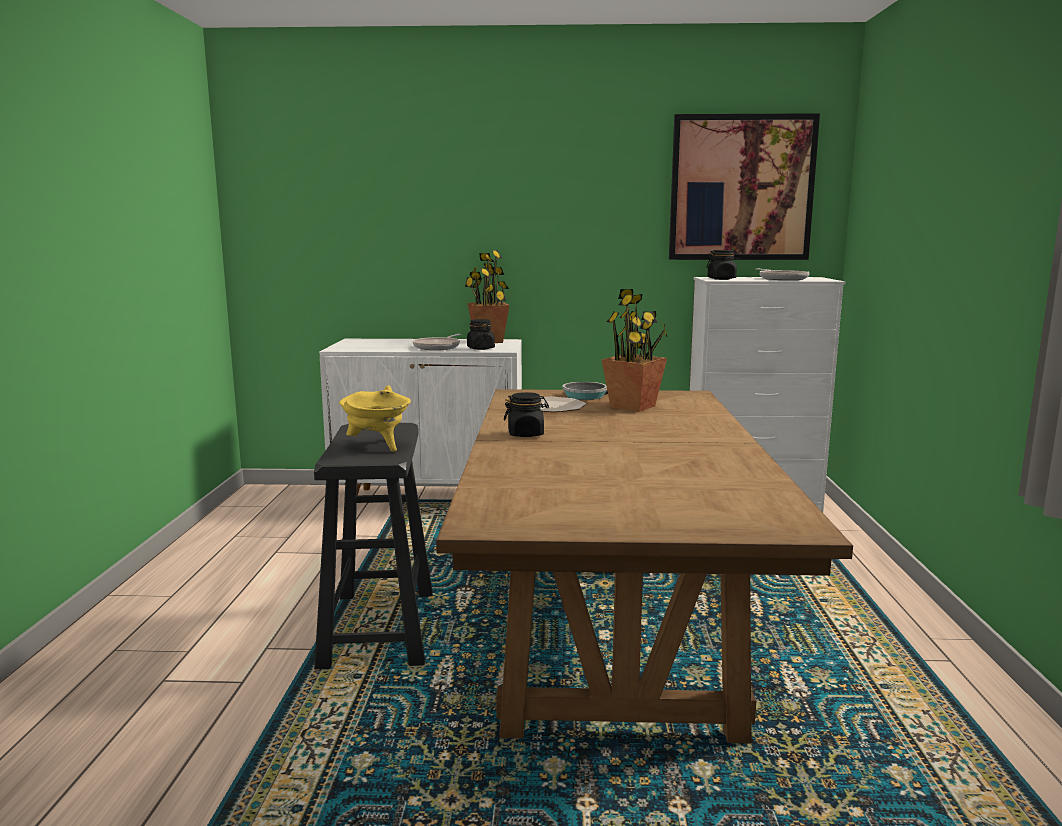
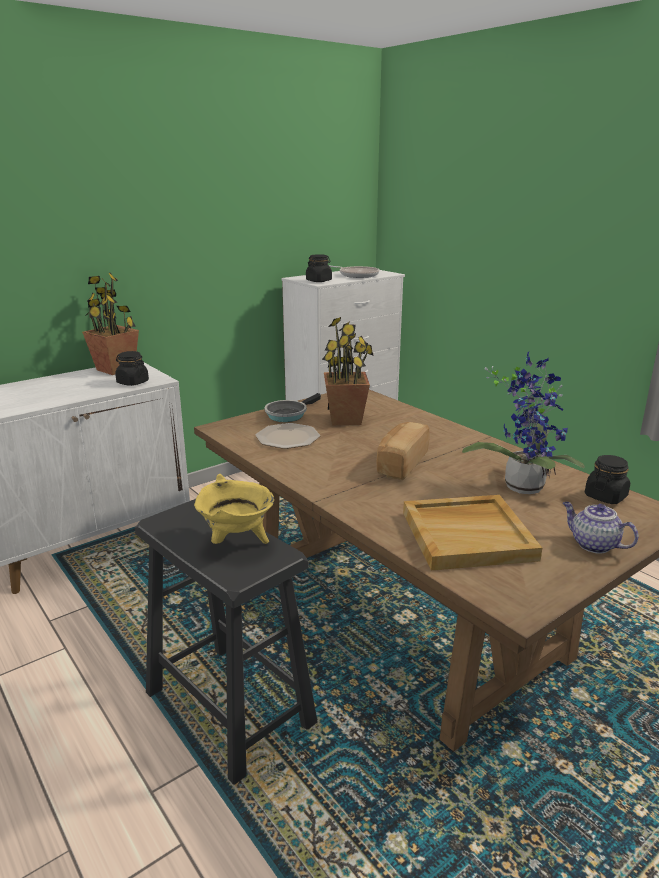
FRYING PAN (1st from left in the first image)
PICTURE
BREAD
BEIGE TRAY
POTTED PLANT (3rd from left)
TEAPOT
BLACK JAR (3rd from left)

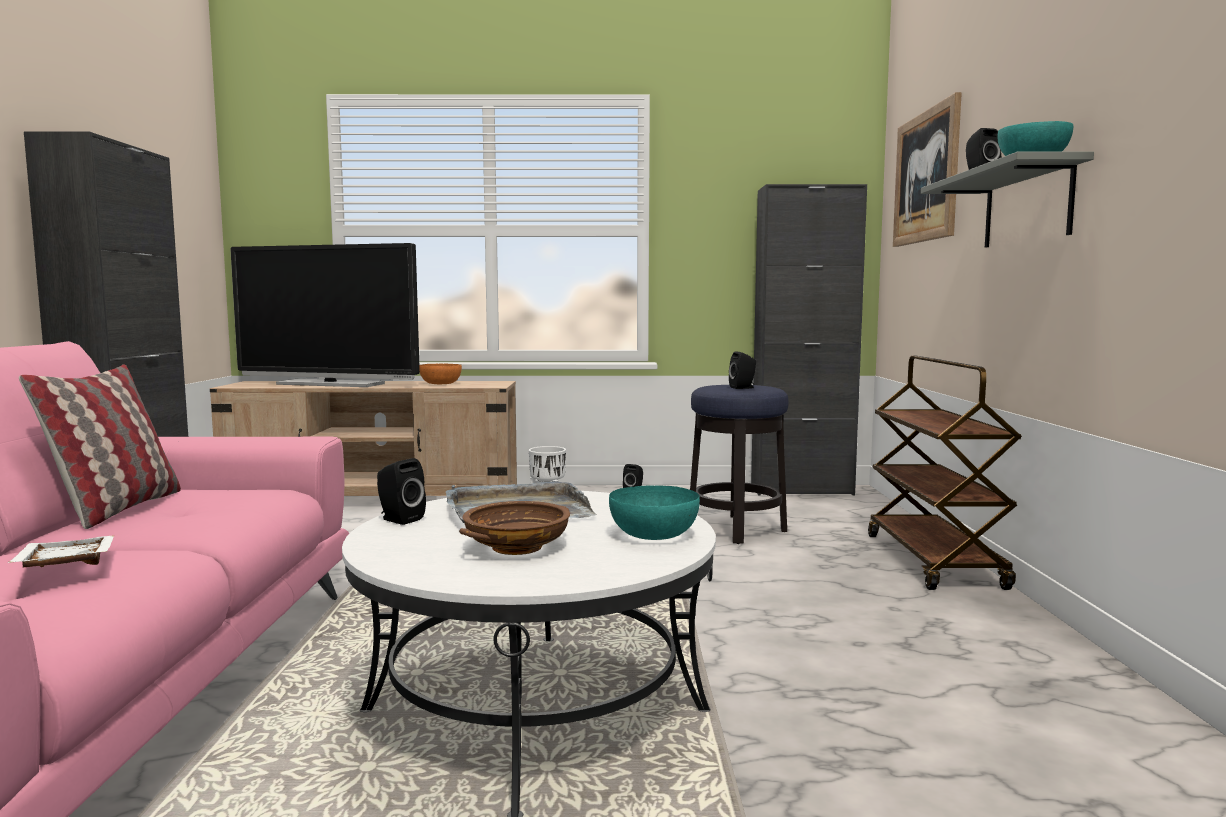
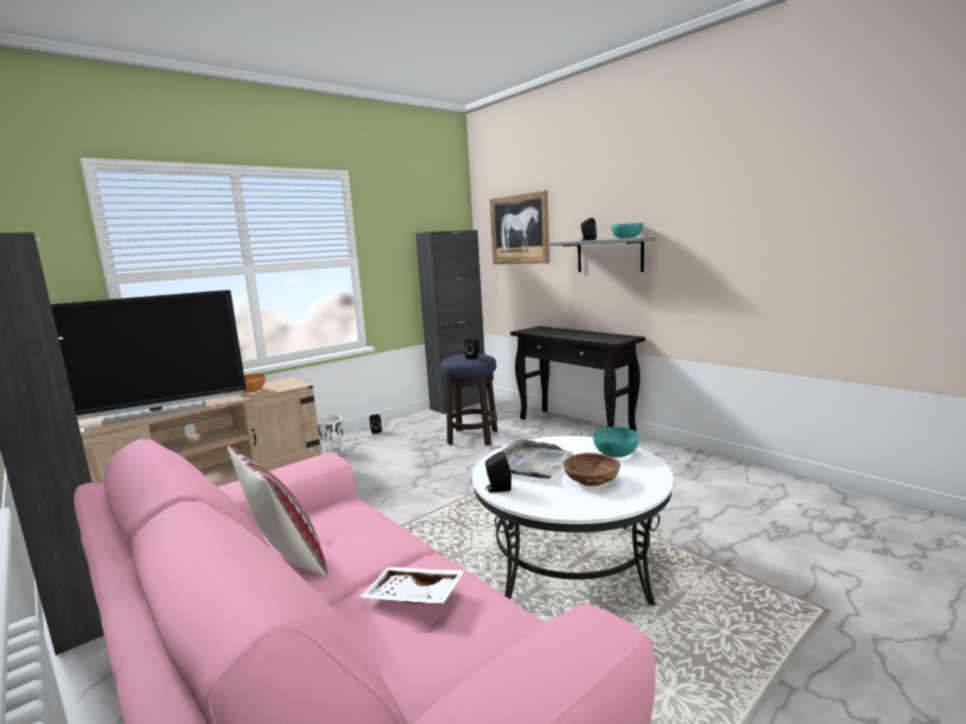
BLACK CONSOLE TABLE

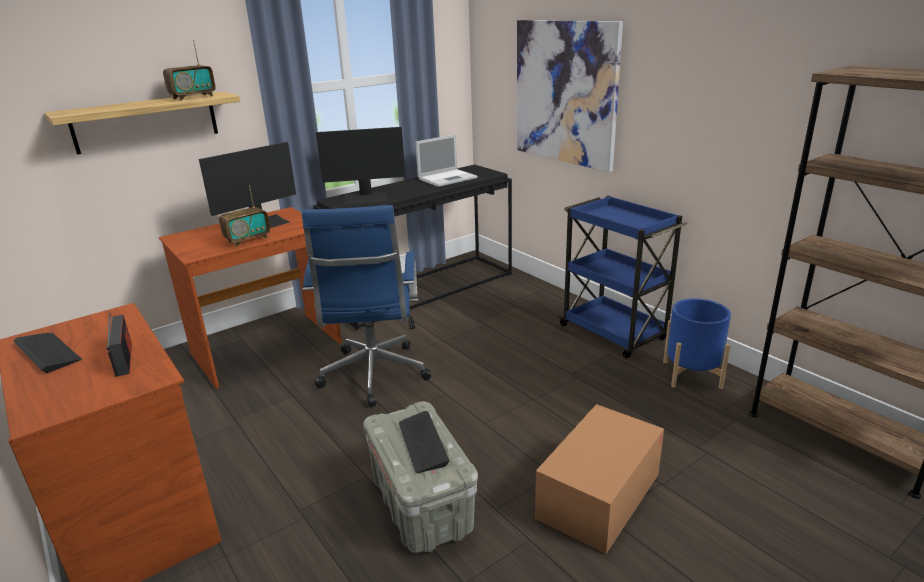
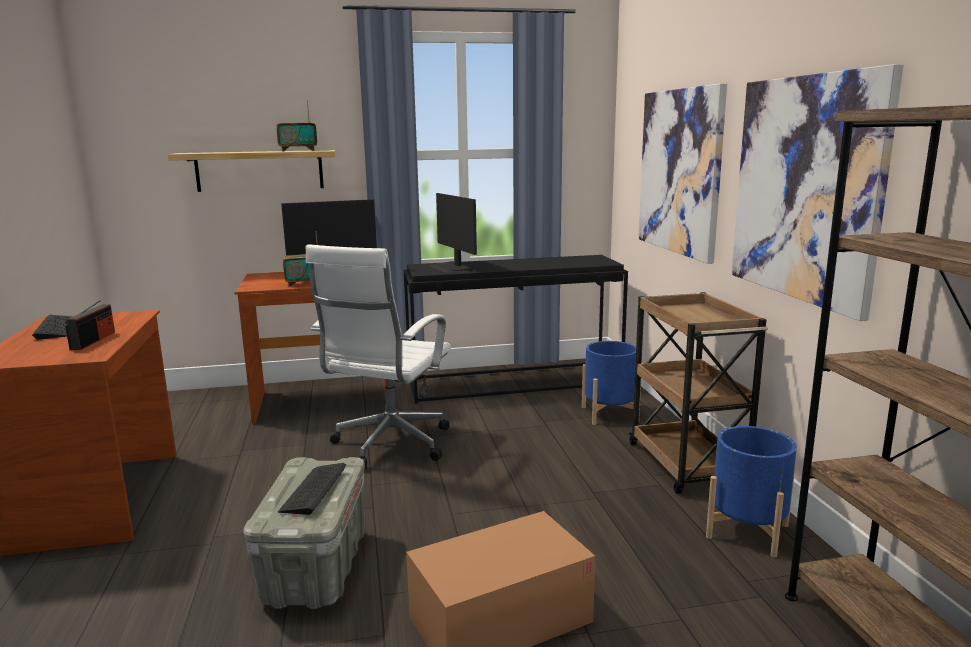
LAPTOP
BLUE PLANTER (1st from left)
PICTURE (2nd from left)
WHITE OFFICE CHAIR
BROWN CART
MONITOR (2nd from left)

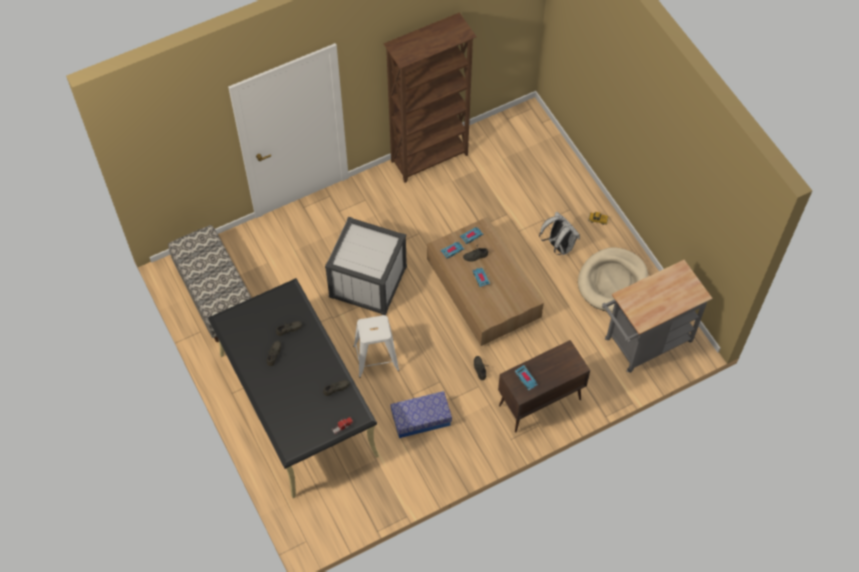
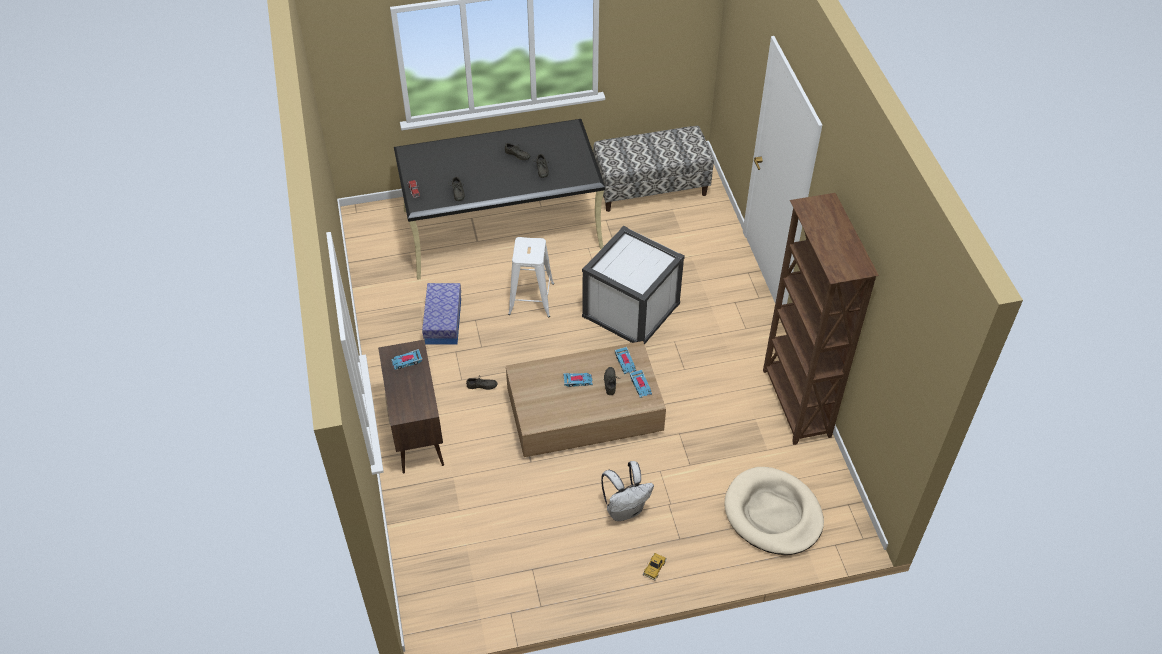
GREY CART
BEIGE DOG BED

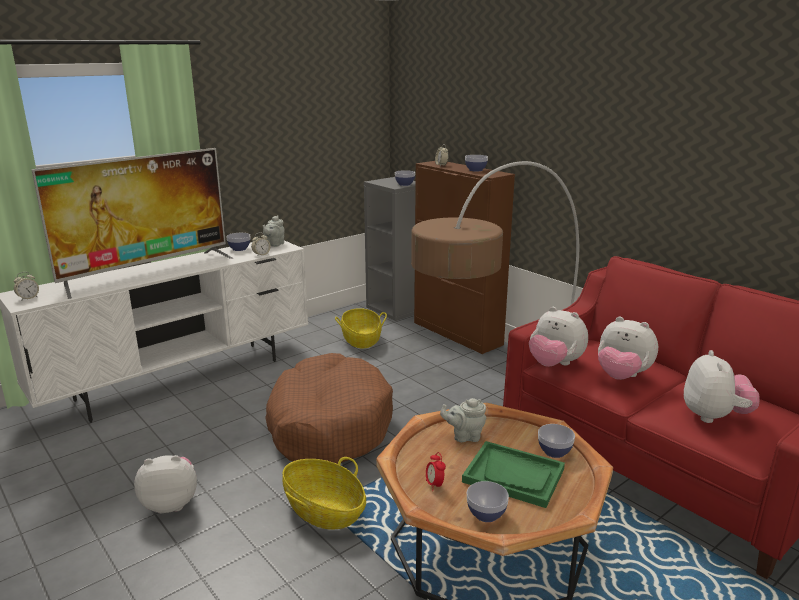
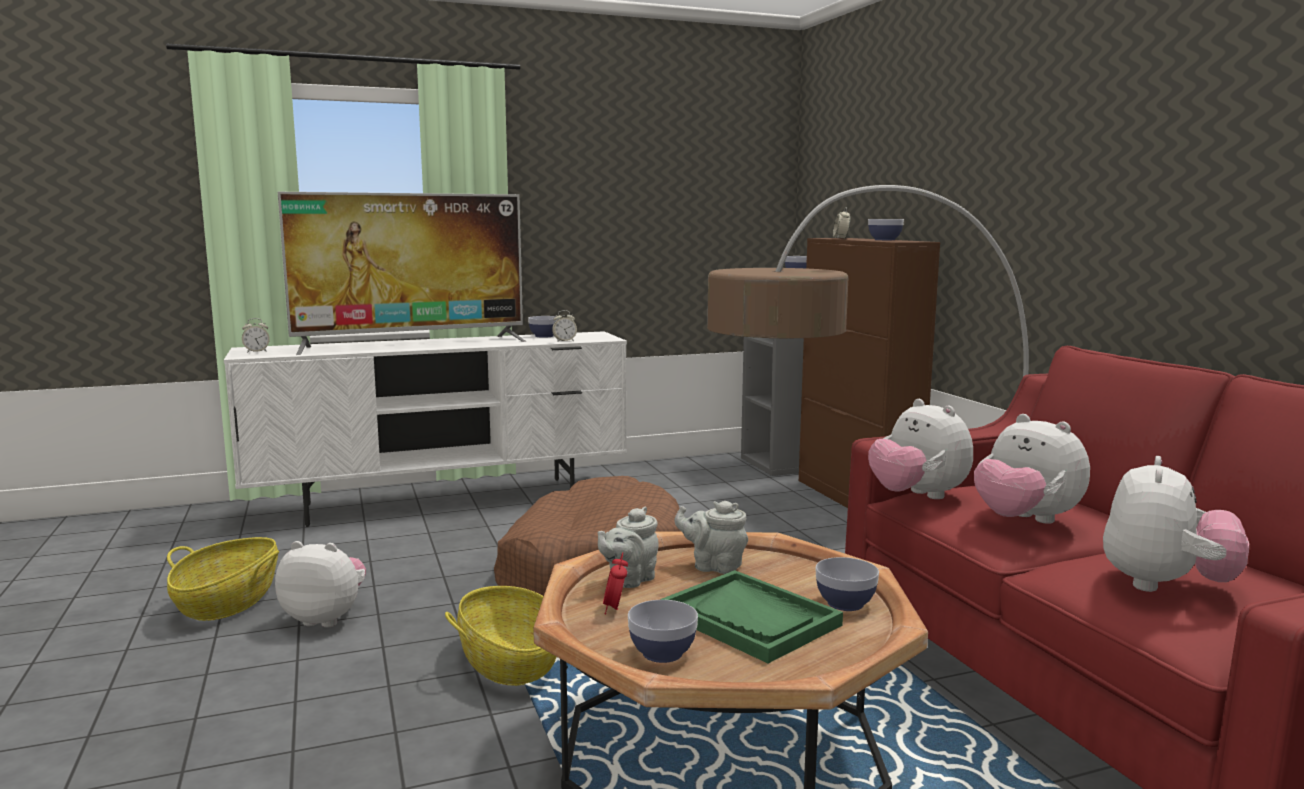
GREY TEAPOT (1st from left)
BASKET (1st from left)

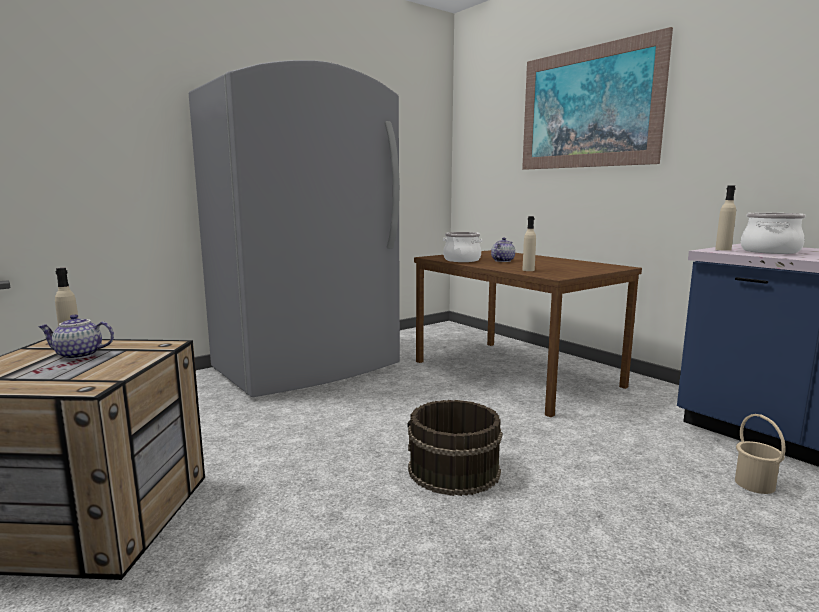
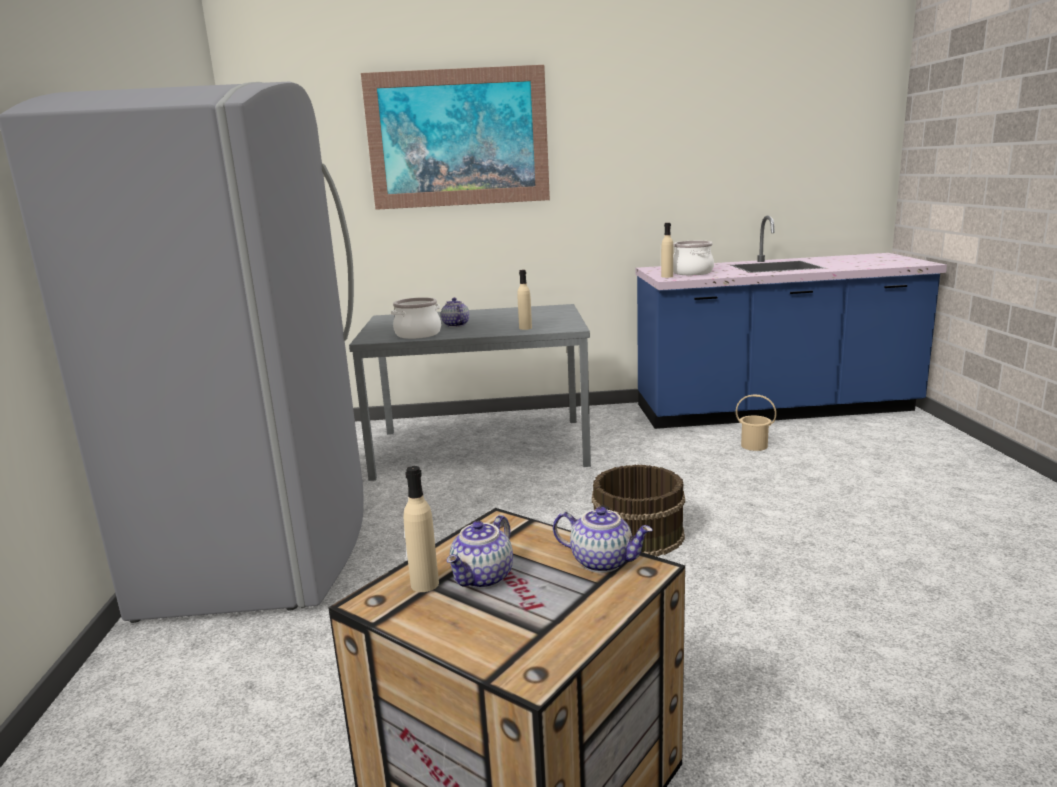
TEAPOT (3rd from left)
GREY DINING TABLE

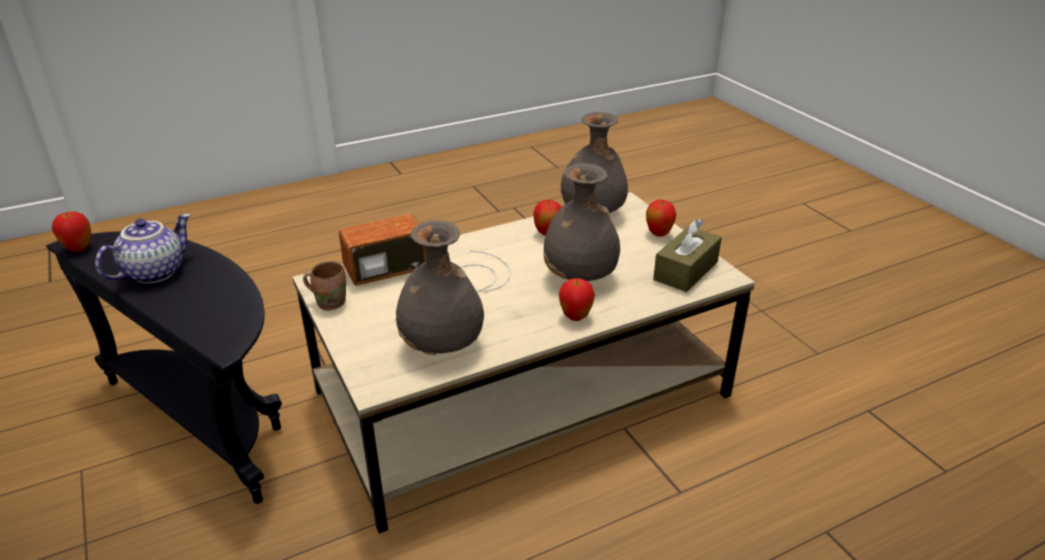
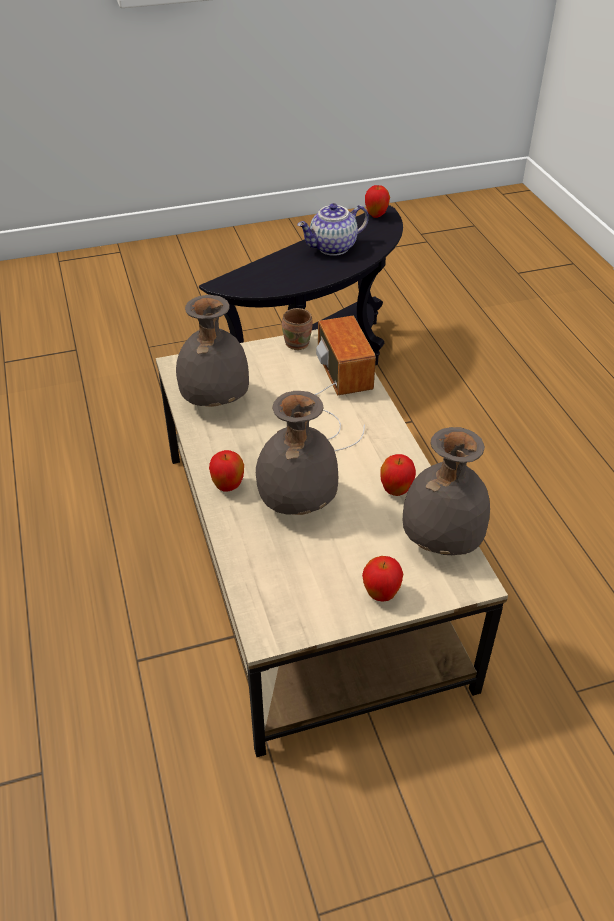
BROWN TISSUE BOX
TEAPOT

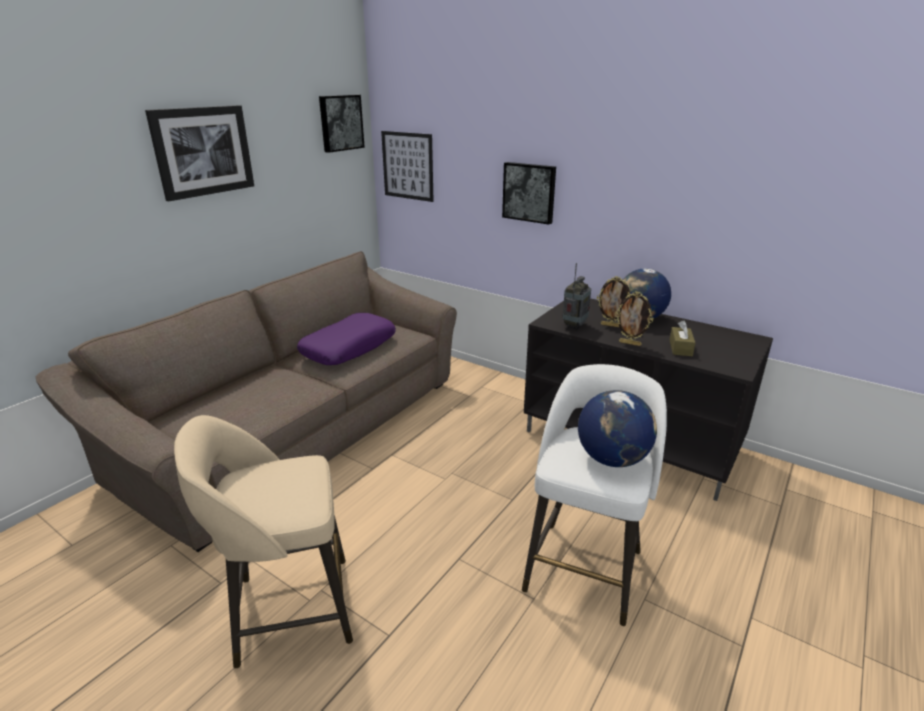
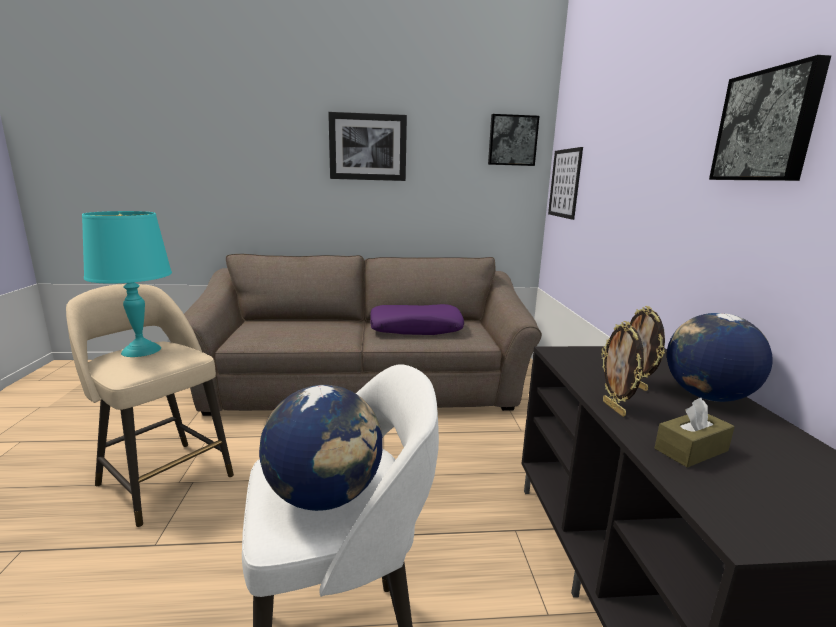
RADIO
TURQUOISE TABLE LAMP
PICTURE (4th from left)

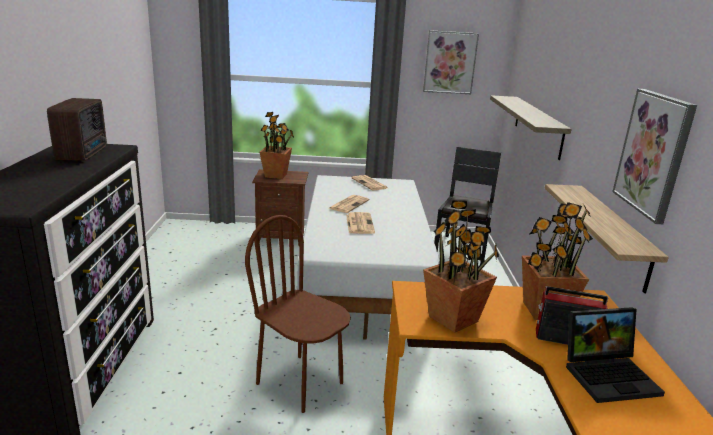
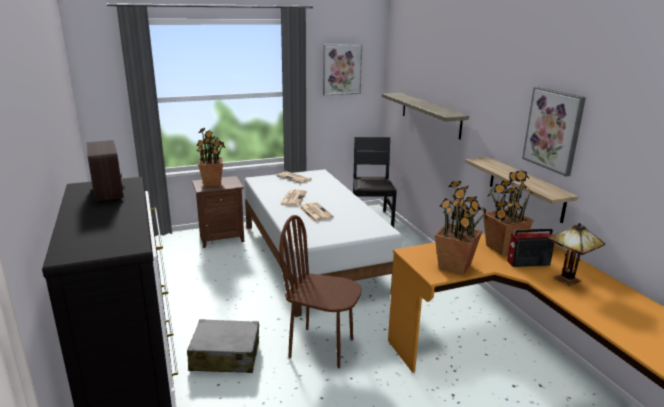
GREY SUITCASE
TABLE LAMP

